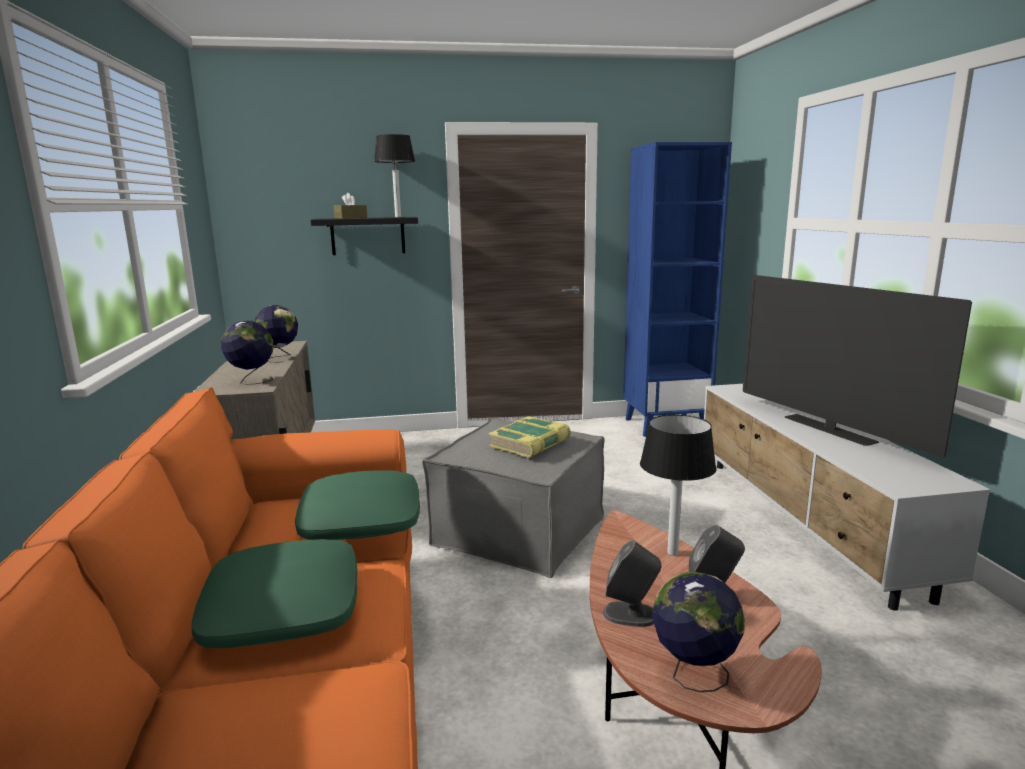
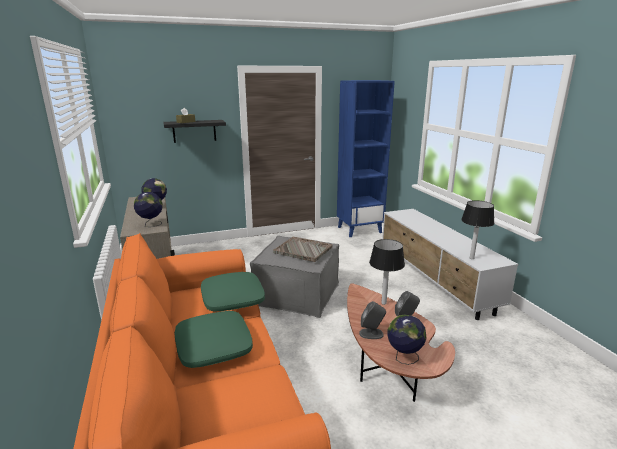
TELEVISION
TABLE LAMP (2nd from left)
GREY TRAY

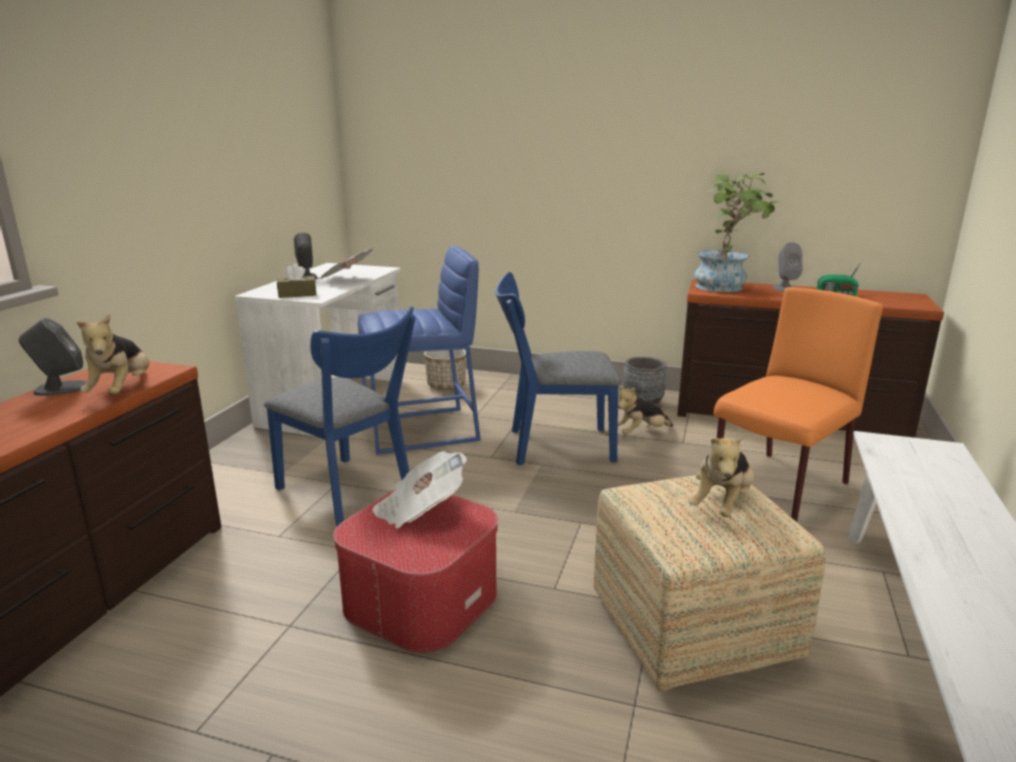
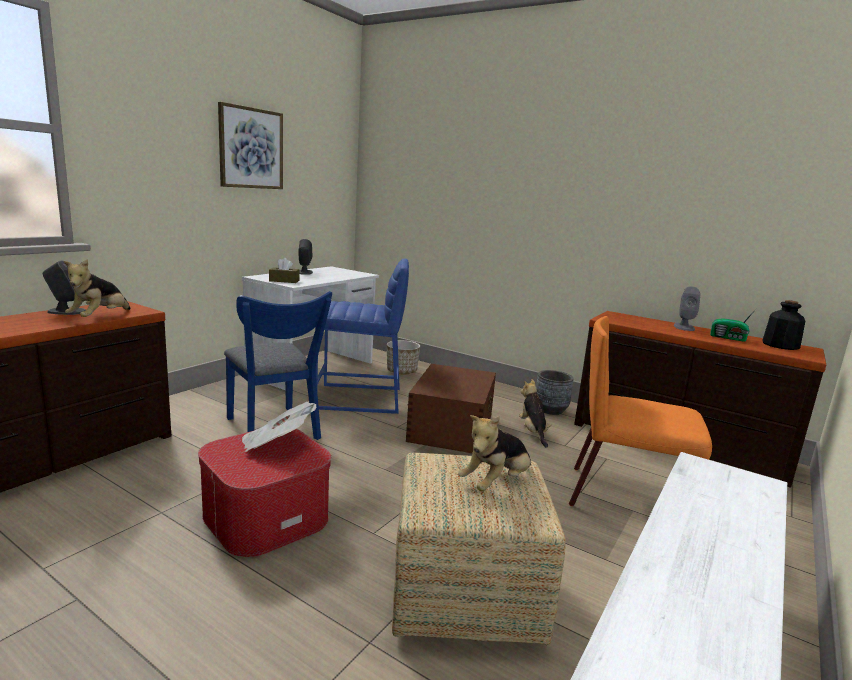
NEWSPAPER (1st from left in the first image)
POTTED PLANT
PICTURE
BOTTLE
BROWN STORAGE BOX
PLUSH TOY (3rd from left)
ORANGE CHAIR

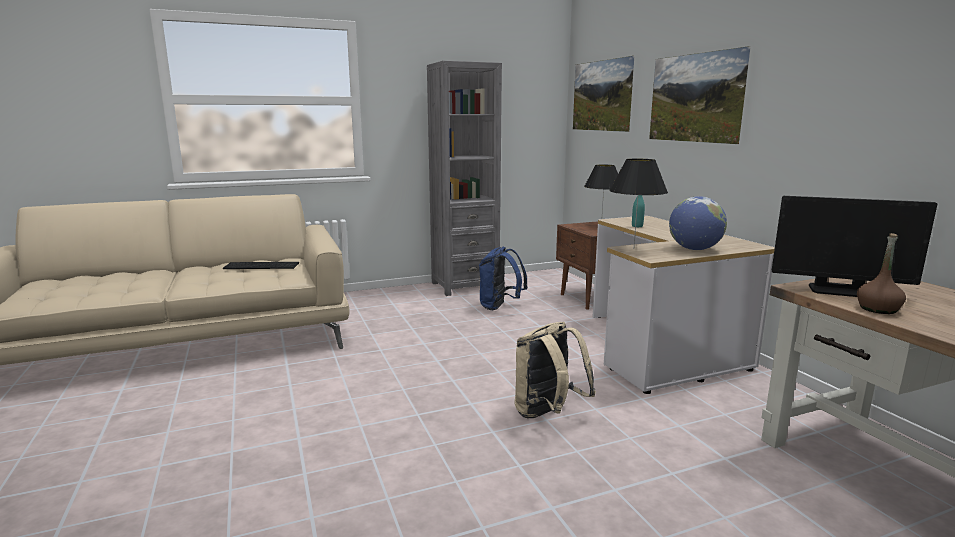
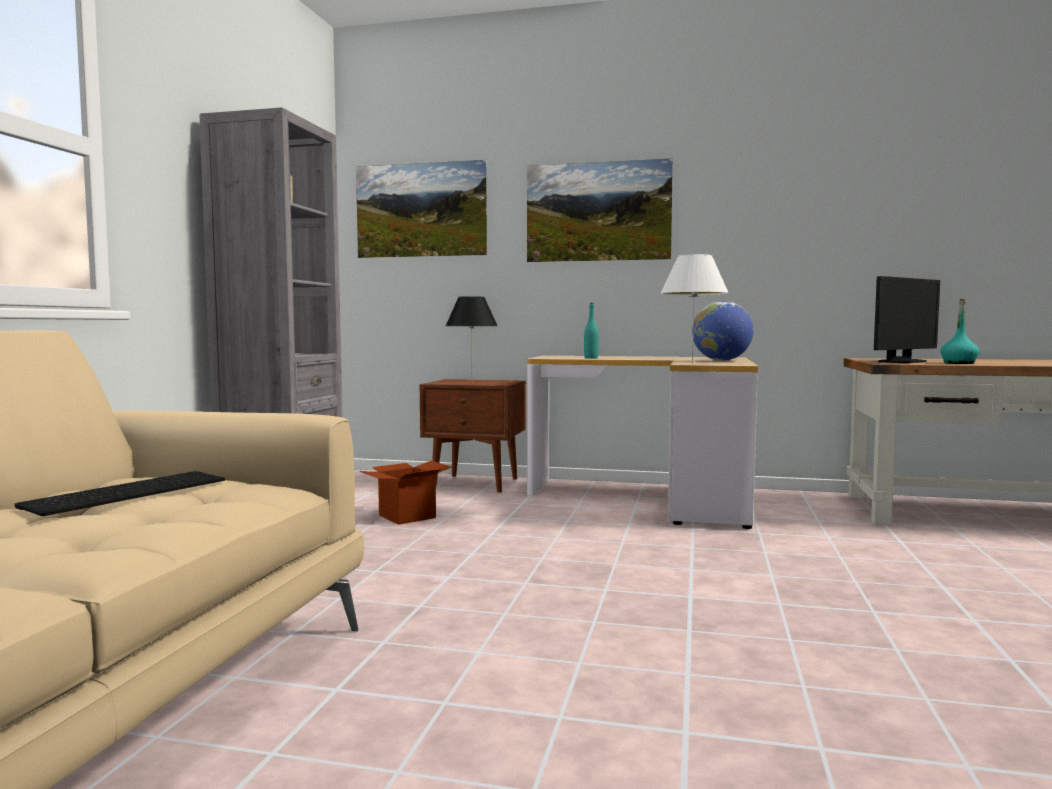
BEIGE BACKPACK
CARDBOARD BOX
WHITE TABLE LAMP
TURQUOISE BOTTLE (2nd from left)

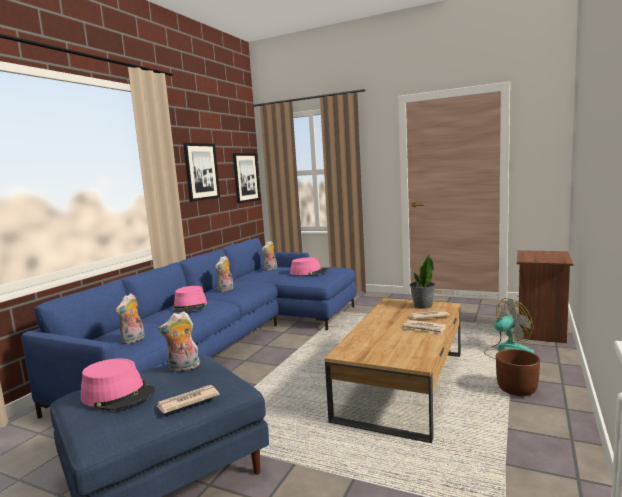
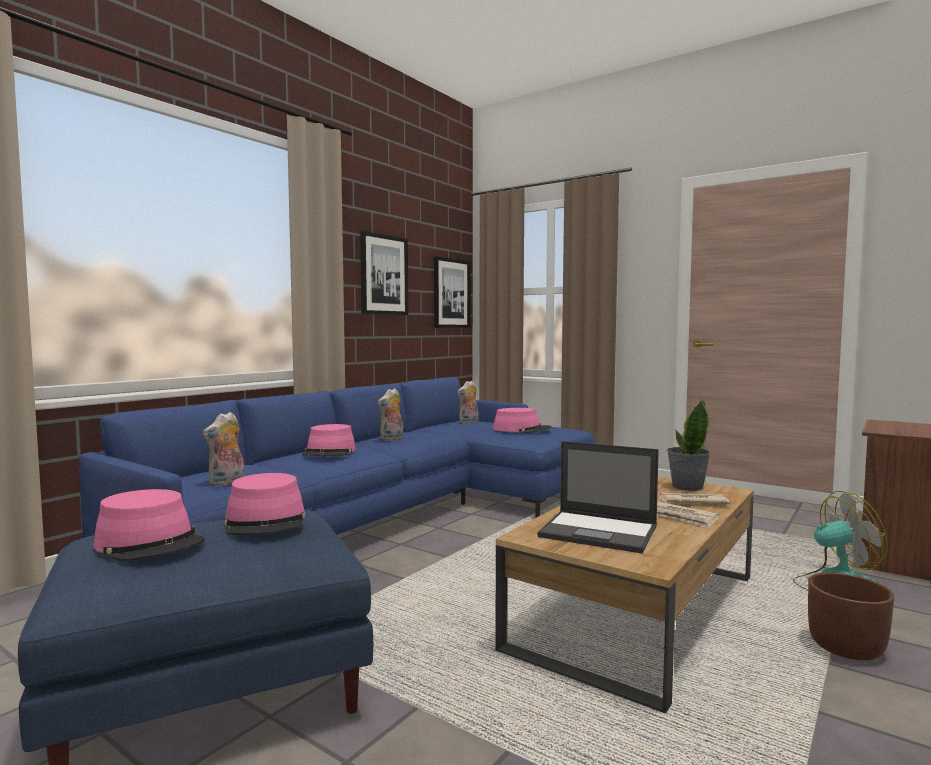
NEWSPAPER (1st from left in the first image)
LAPTOP
PINK HAT (2nd from left)

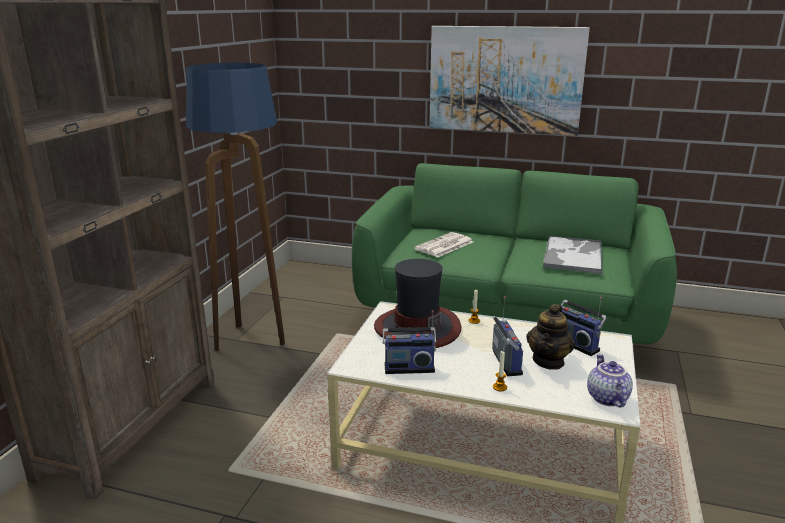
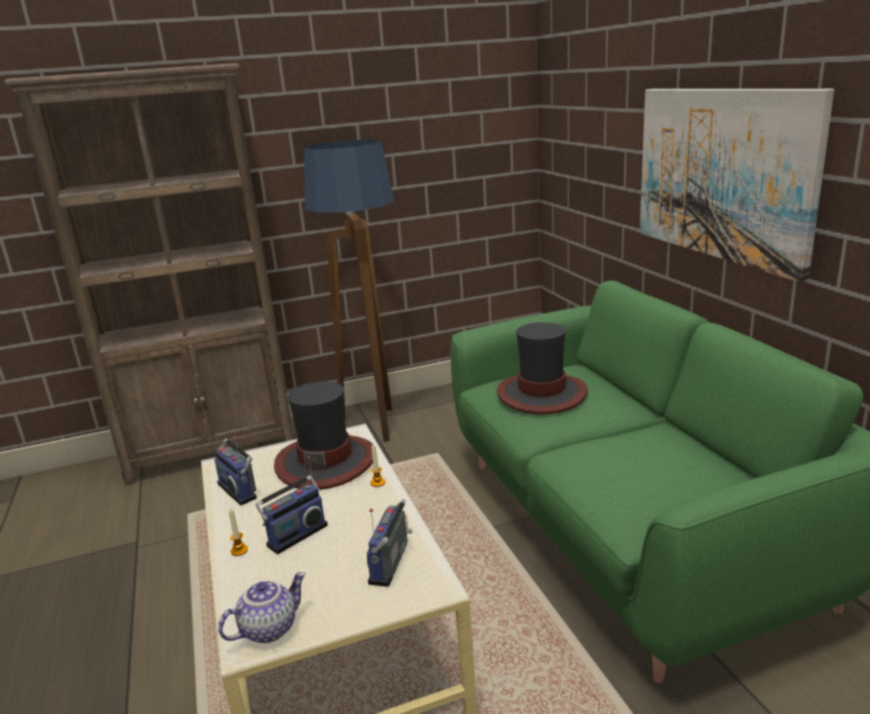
TEAPOT (1st from left in the first image)
TRAY
HAT (2nd from left)

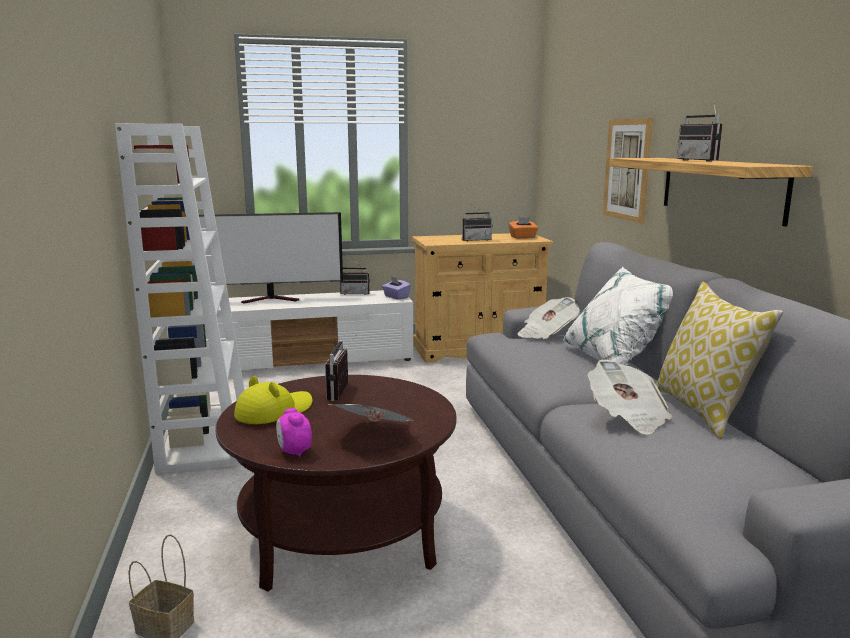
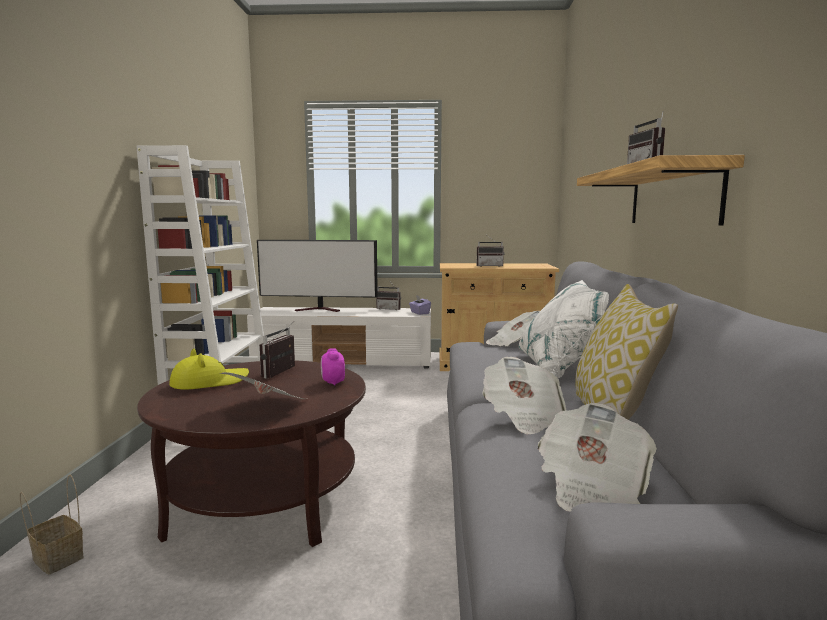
ORANGE TISSUE BOX
PICTURE
NEWSPAPER (4th from left)
ALARM CLOCK

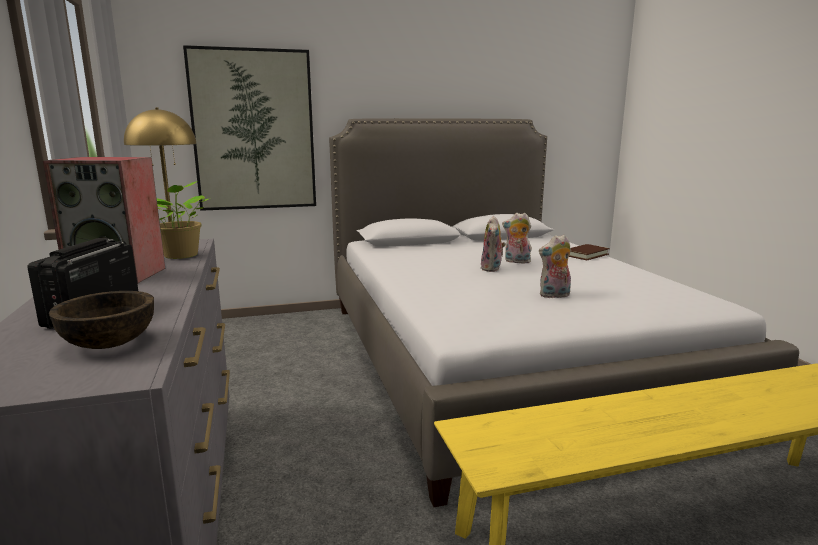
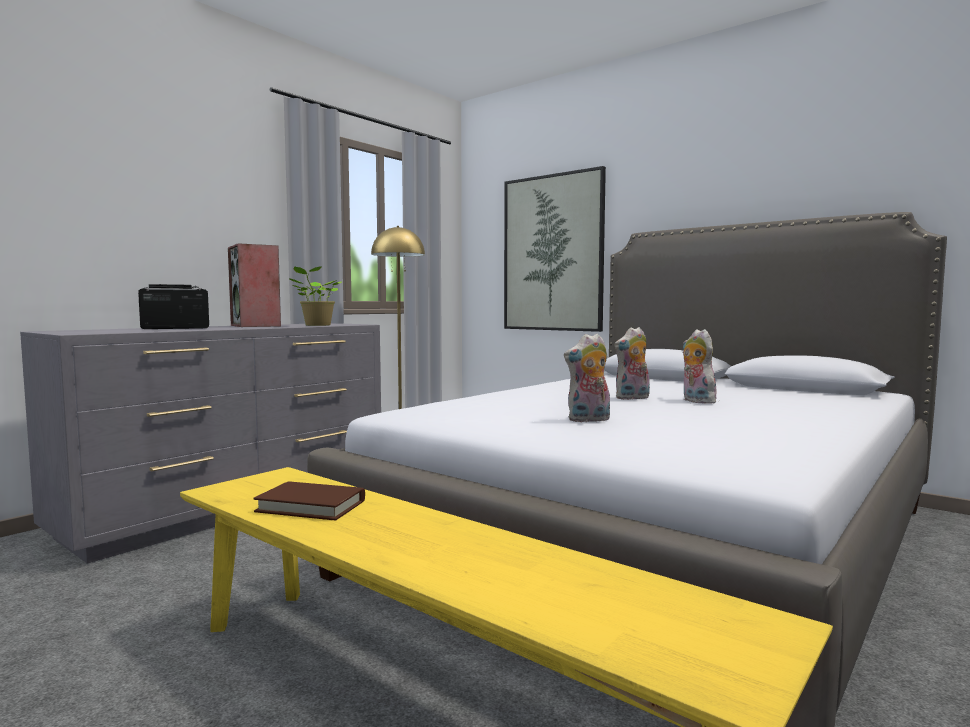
BROWN BOWL
BROWN BOOK
PLUSH TOY (1st from left)

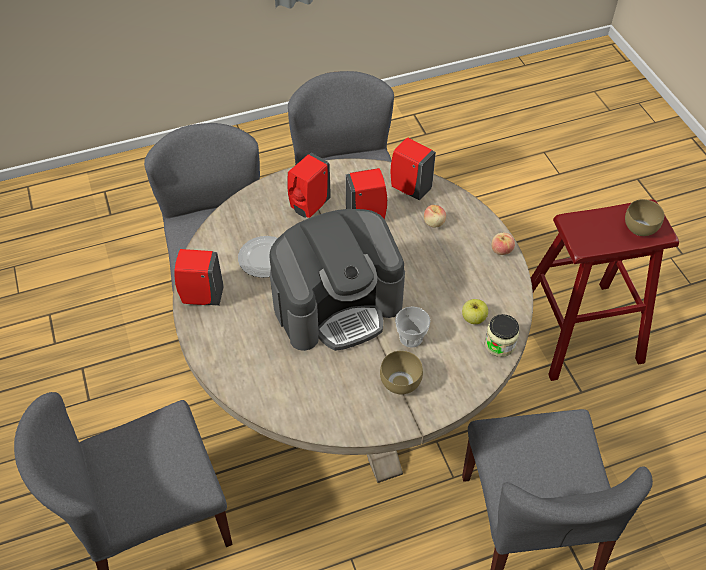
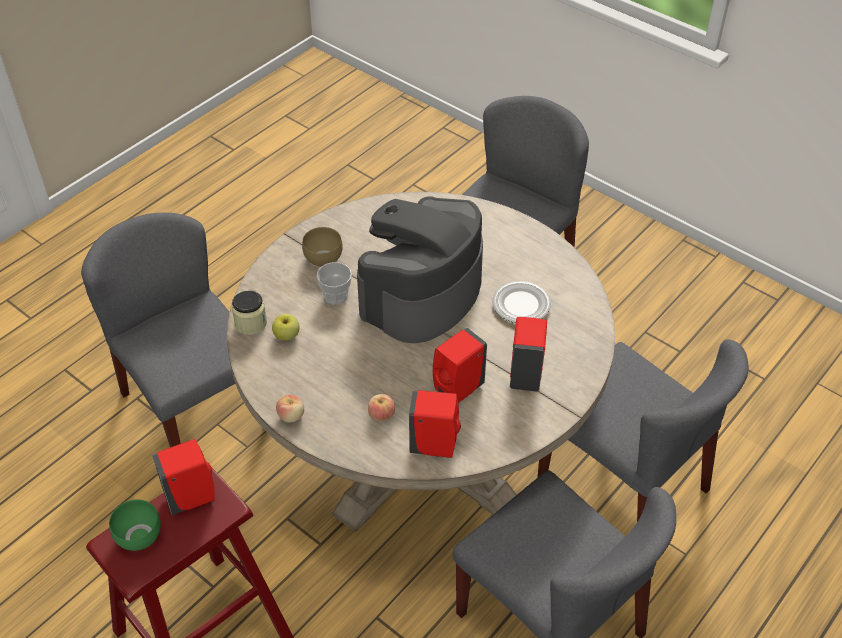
RED SOAP DISPENSER (1st from left)
GREEN BOWL

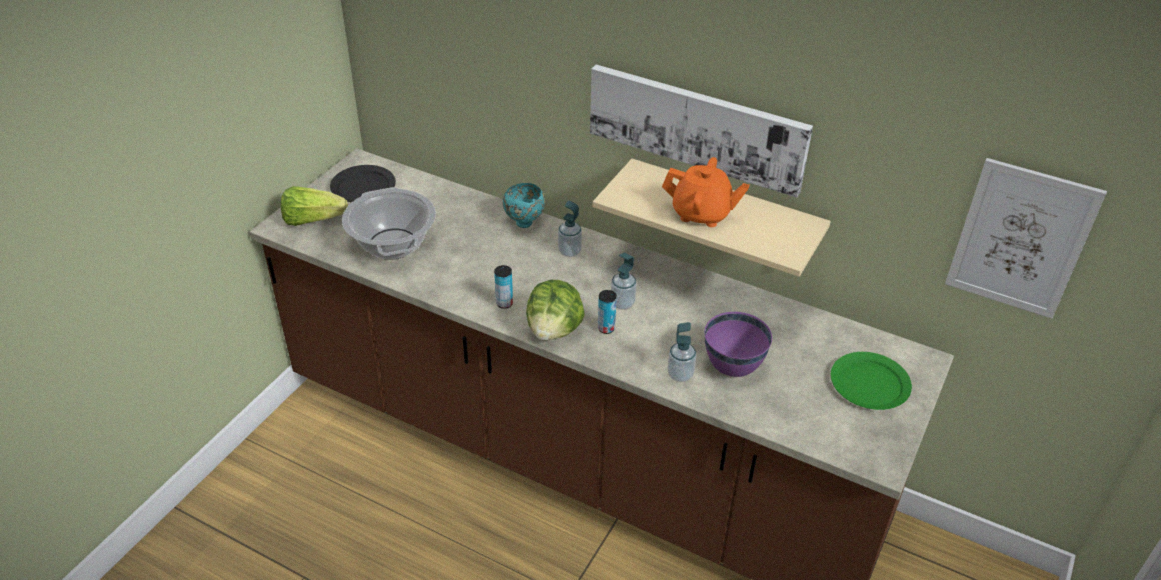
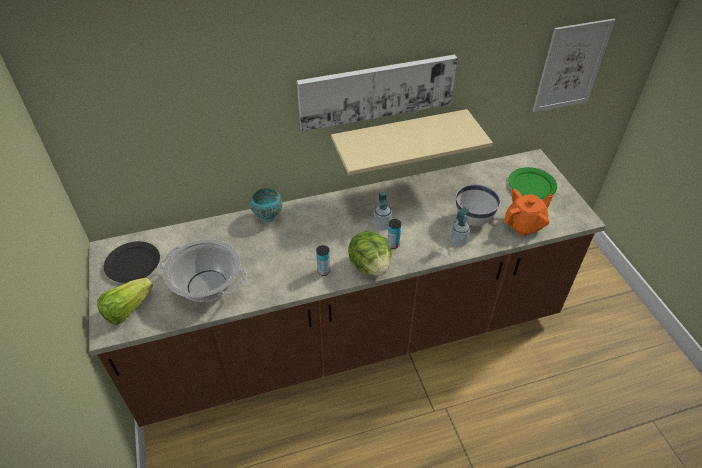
SOAP DISPENSER (1st from left in the first image)
ORANGE TEAPOT
WHITE BOWL

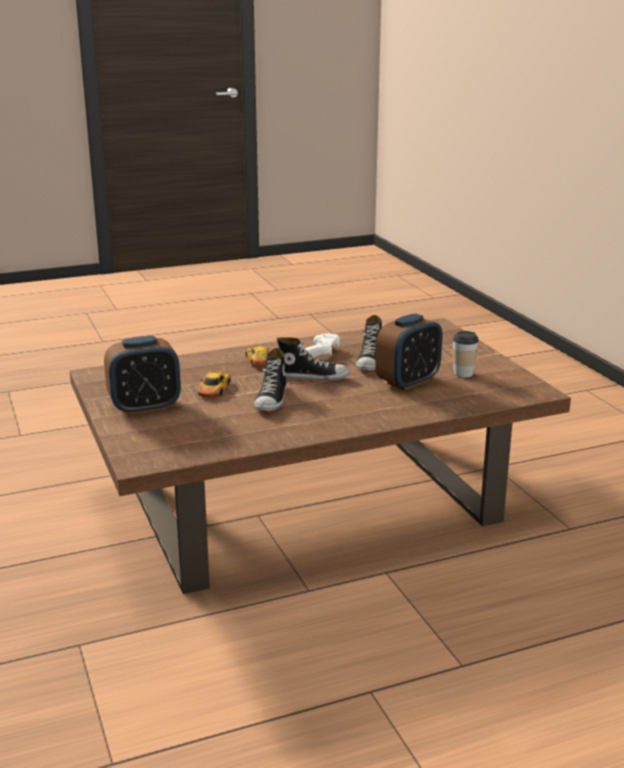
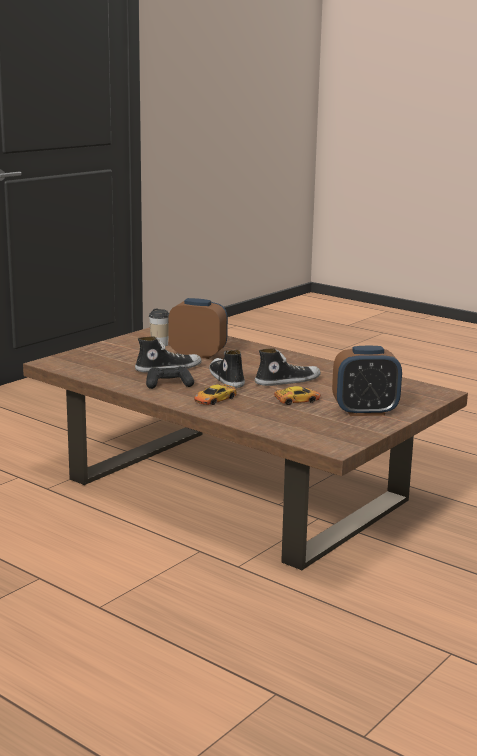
BLACK GAME CONTROLLER
ALARM CLOCK (2nd from left)

